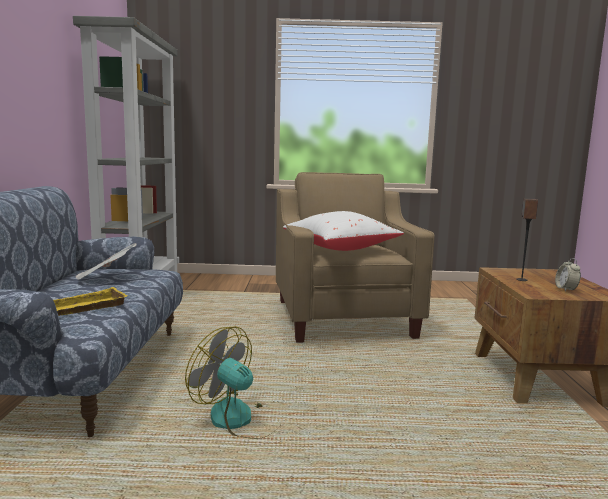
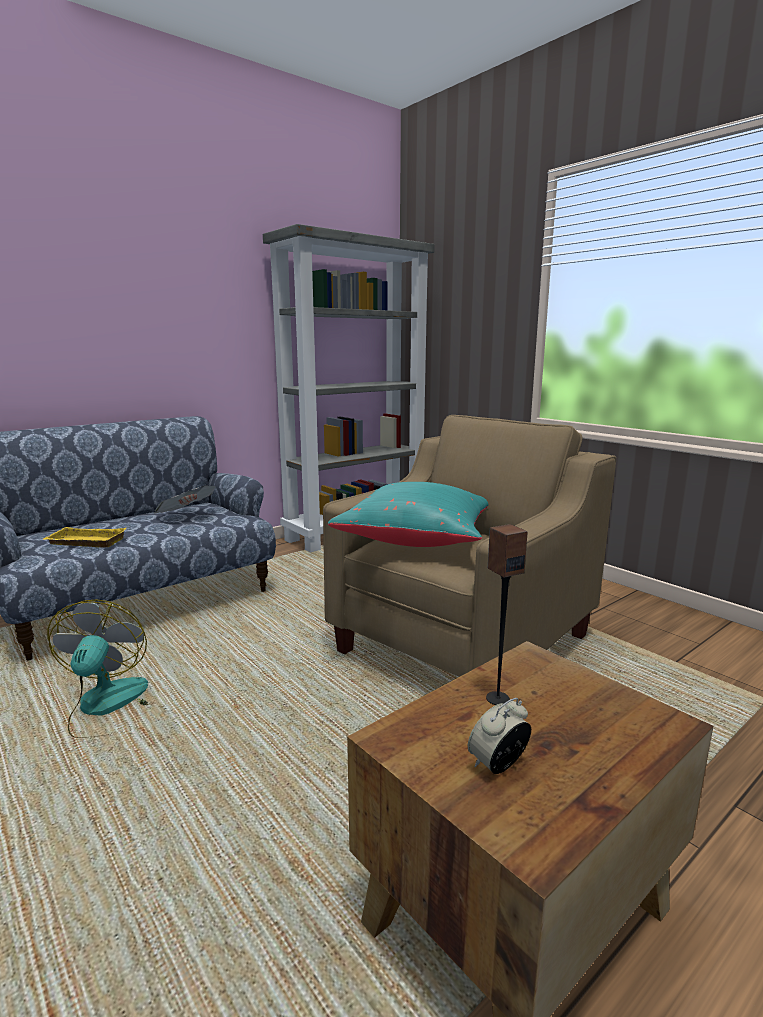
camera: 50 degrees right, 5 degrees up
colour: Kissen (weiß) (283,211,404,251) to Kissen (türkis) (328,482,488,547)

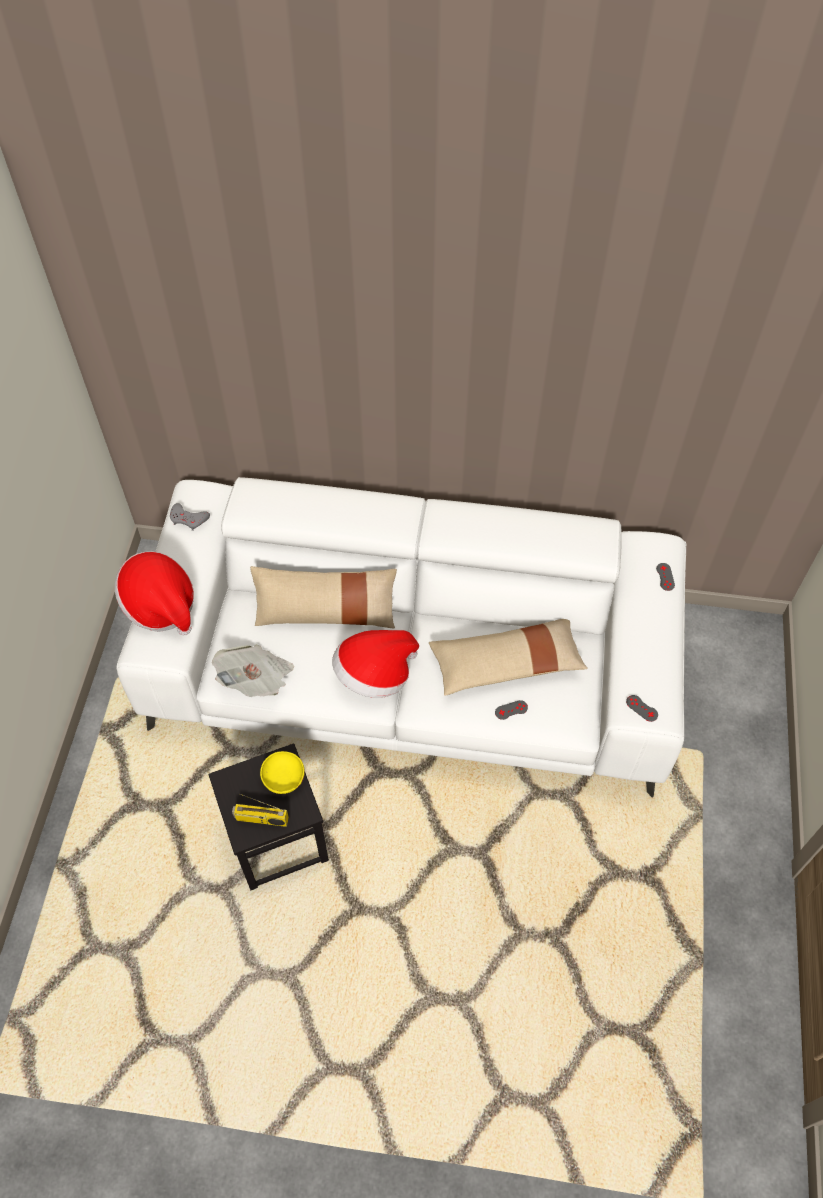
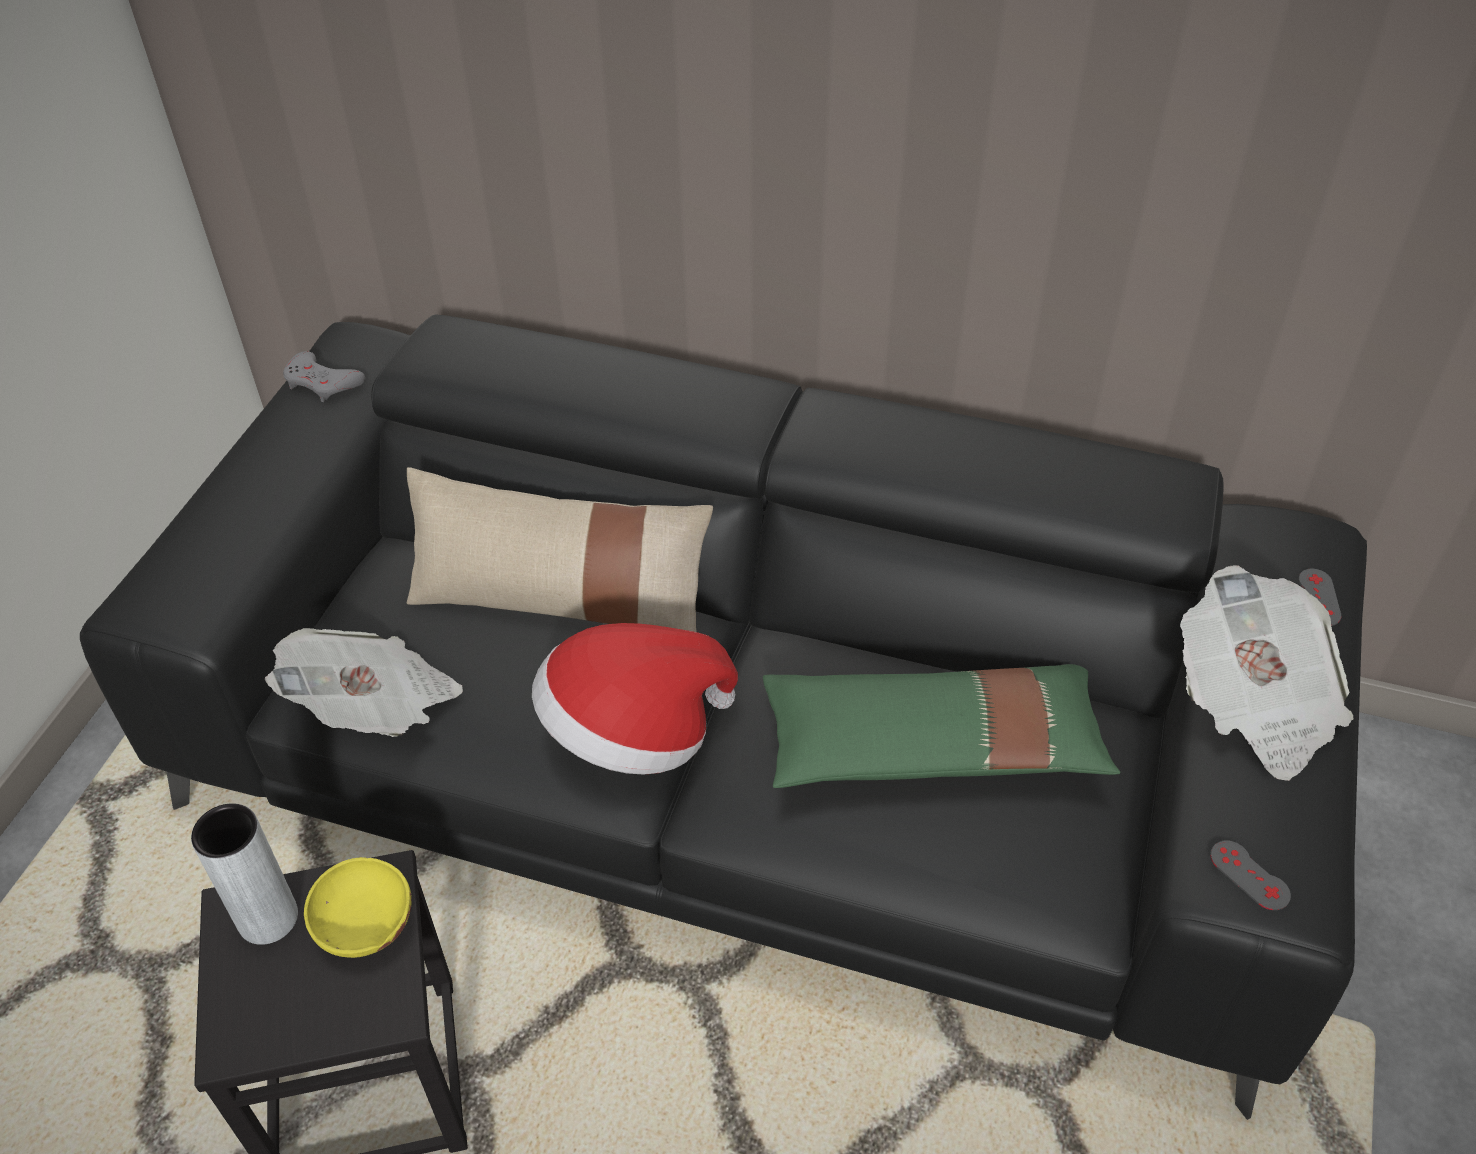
camera: 10 degrees right, 10 degrees down
missing: Hut (115,551,194,636); Radio (232,794,289,827); Gamepad (grau) (495,700,528,720)
appeared: Vase (grau) (191,803,298,945); Zeitung (1180,565,1354,781)
colour: Sofa (weiß) (116,477,687,798) to Sofa (schwarz) (80,314,1367,1120); Kissen (beige) (429,619,588,696) to Kissen (grün) (763,664,1120,788)

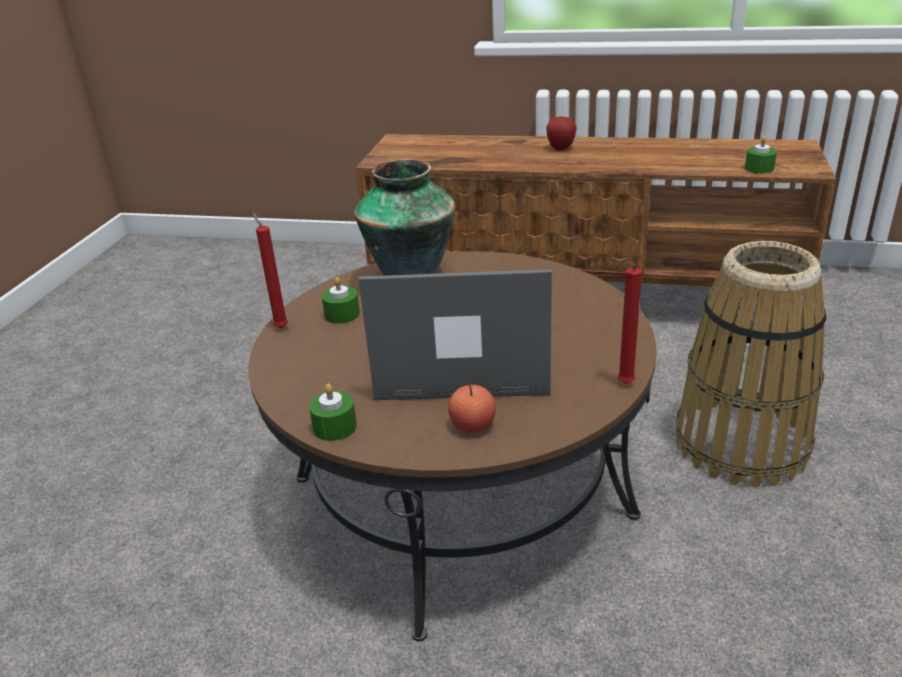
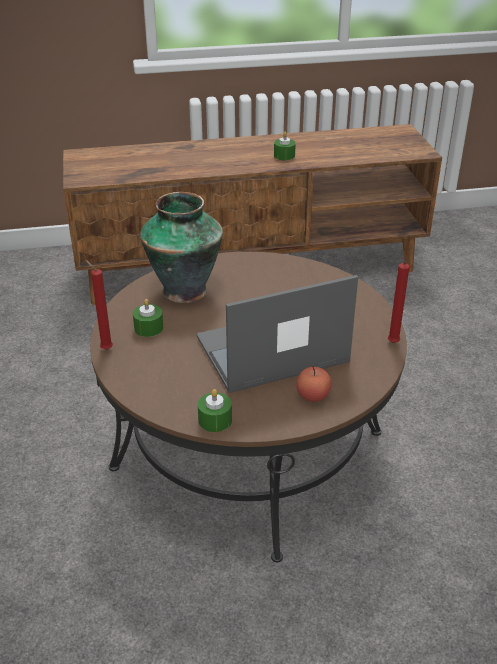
camera: 25 degrees left, 5 degrees up
missing: Apfel (546,116,577,151); Korb (676,241,826,487)
relocated: Kerze (grün) (745,136,777,174) to (274,131,296,160)

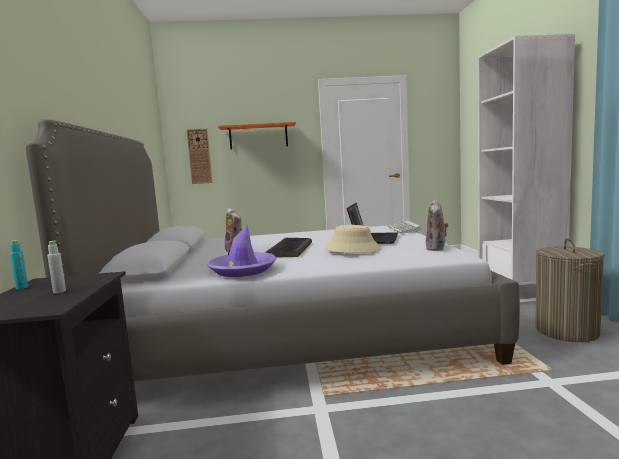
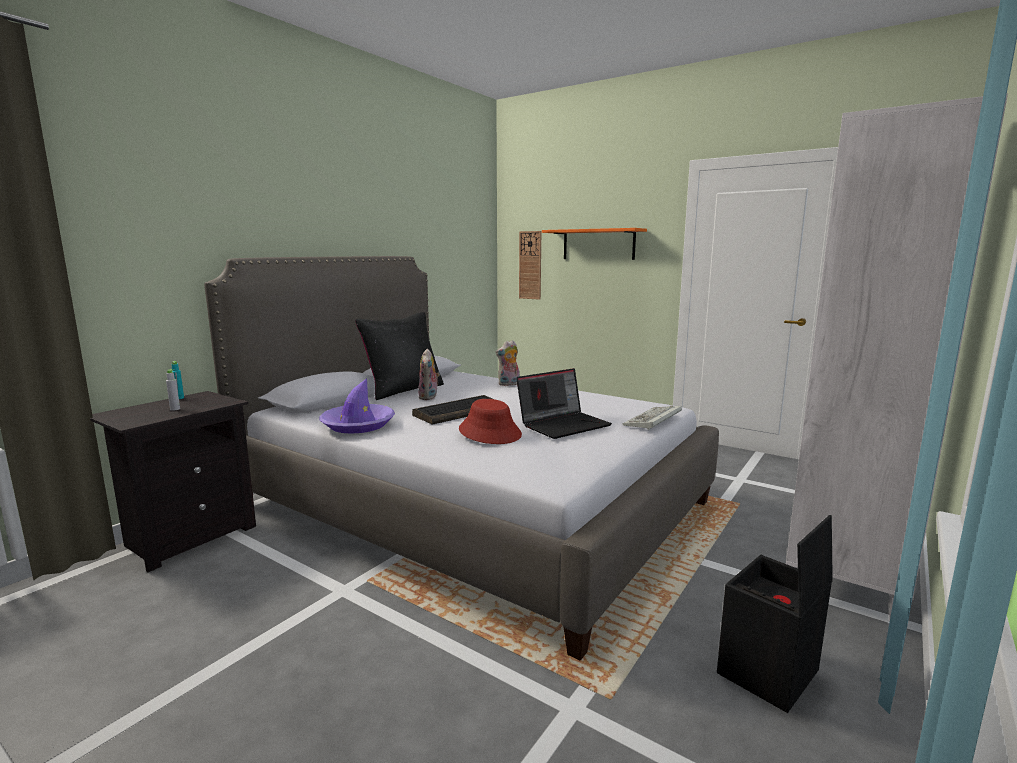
camera: 40 degrees right, 5 degrees up
appeared: Kissen (schwarz) (355,312,444,400)
relocated: Plüschtier (426,199,449,251) to (496,340,520,386)
exchanged: Wäschekorb (535,238,604,342) to Aufbewahrungsbox (schwarz) (717,515,833,713)
colour: Hut (beige) (324,225,382,253) to Hut (rot) (459,399,522,444)

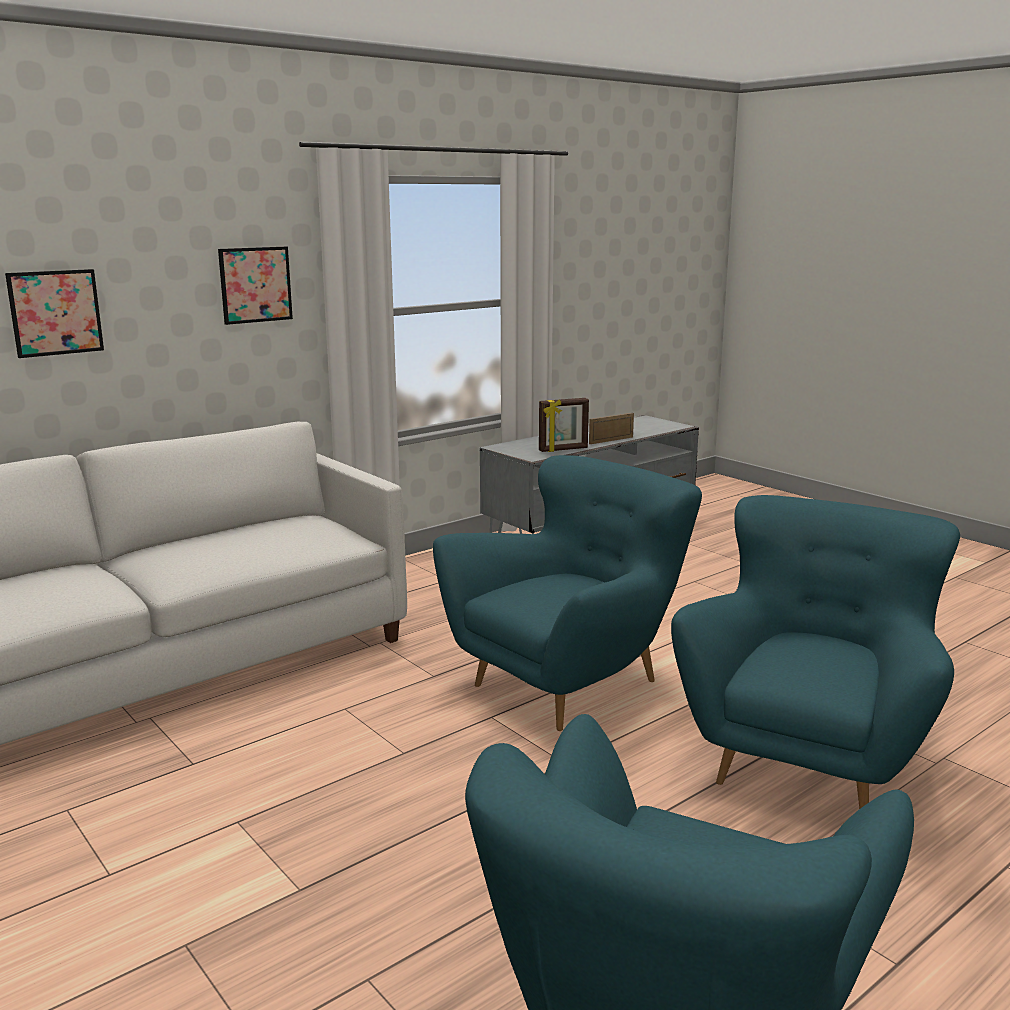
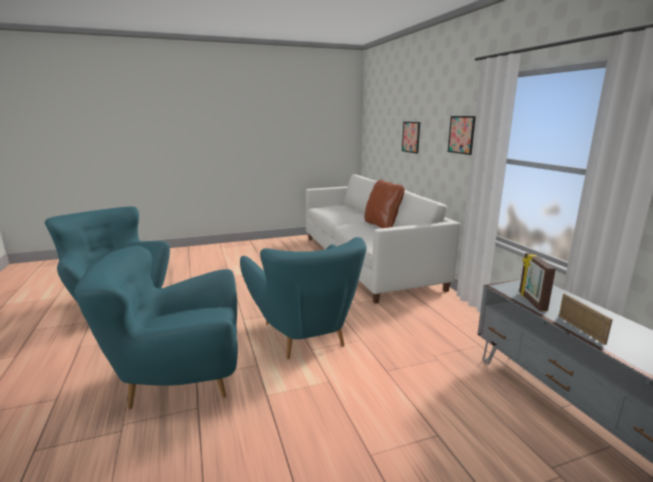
camera: 110 degrees right, 0 degrees up
appeared: Kissen (braun) (364,180,405,228)
spun: Sessel (türkis) (671,495,960,809) = (74,246,238,410) 120 degrees clockwise

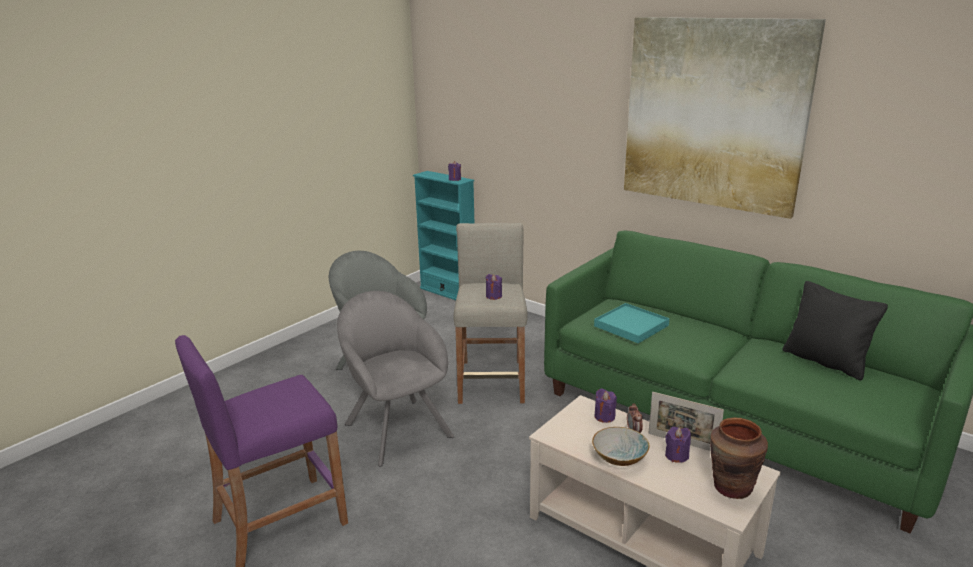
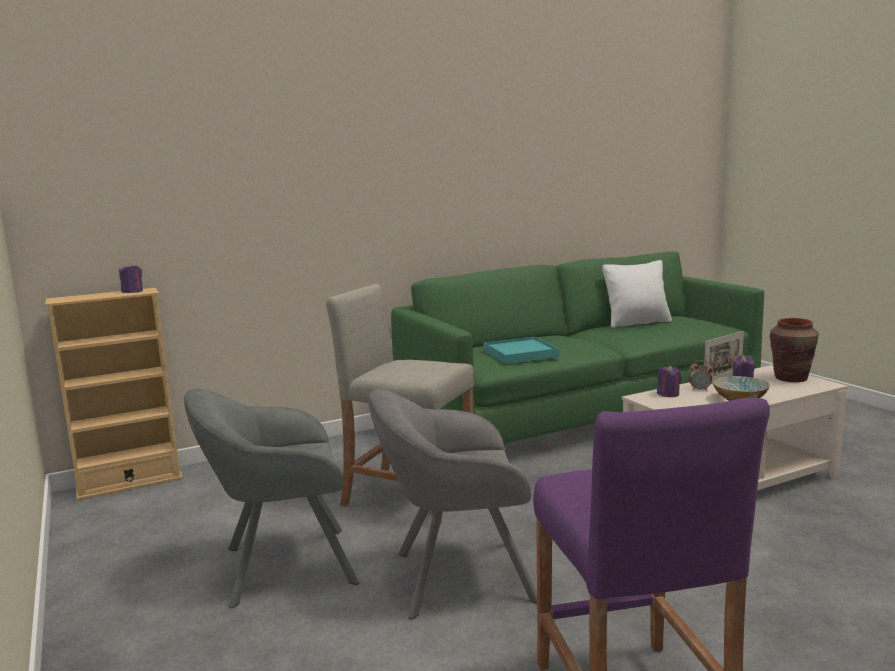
camera: 65 degrees left, 10 degrees down
missing: Kerze (lila) (486,274,502,300); Bild (624,17,826,219)
colour: Bücherregal (türkis) (413,171,474,300) to Bücherregal (beige) (45,288,183,501); Kissen (schwarz) (783,281,888,380) to Kissen (weiß) (602,260,672,328)

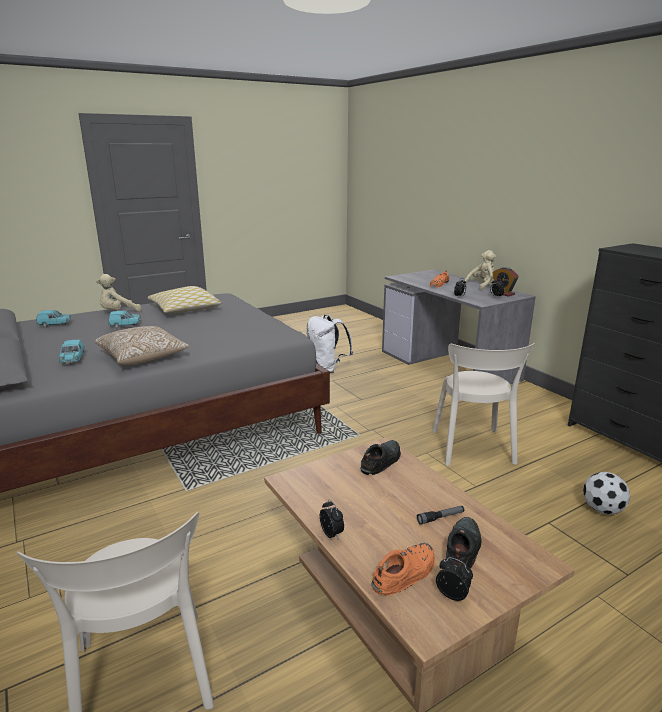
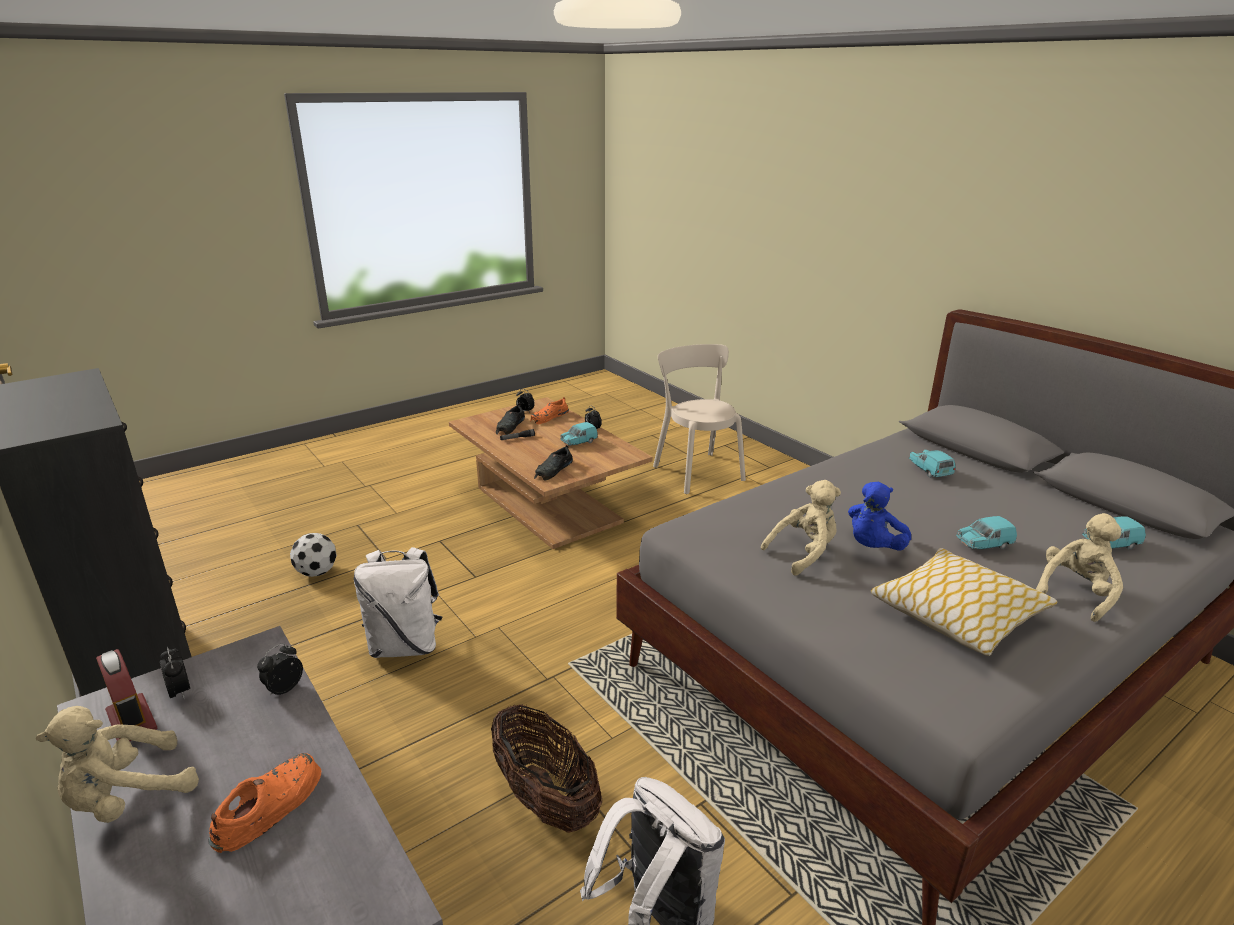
camera: 175 degrees right, 5 degrees up
missing: Kissen (94,326,190,365)
appeared: Korb (491,705,602,833); Spielzeugauto (türkis) (560,422,598,446); Plüschtier (beige) (761,480,841,576); Plüschtier (blau) (848,482,911,551)
exchanged: Stuhl (beige) (432,343,535,466) to Rucksack (weiß) (354,547,442,658)

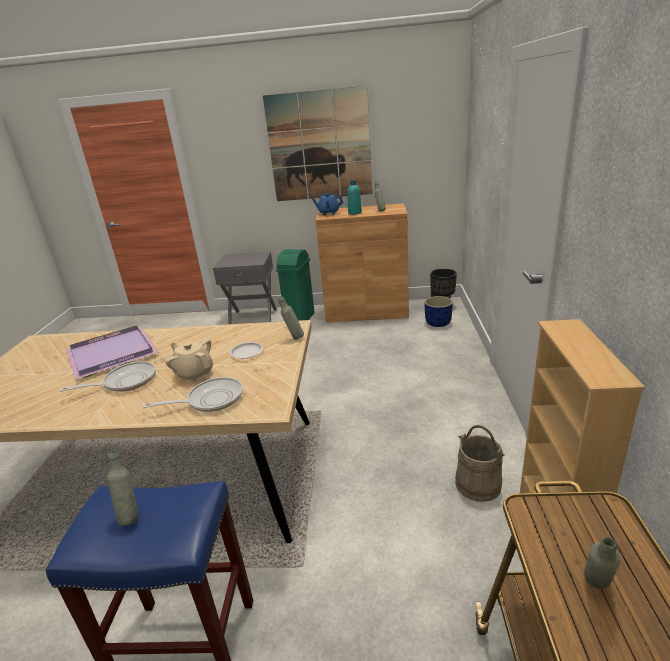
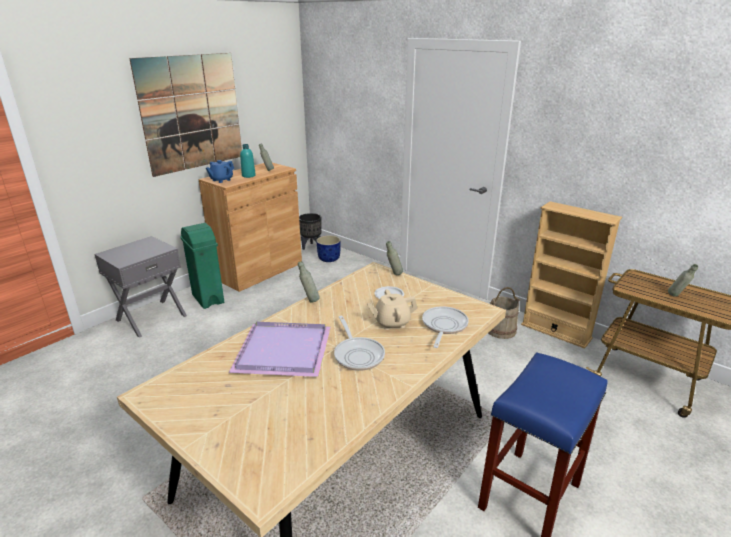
camera: 55 degrees left, 0 degrees up
relocated: Flasche (grau) (107,450,138,526) to (298,261,320,303)
spun: Pfanne (59,361,156,392) = (334,316,385,371) 150 degrees clockwise

